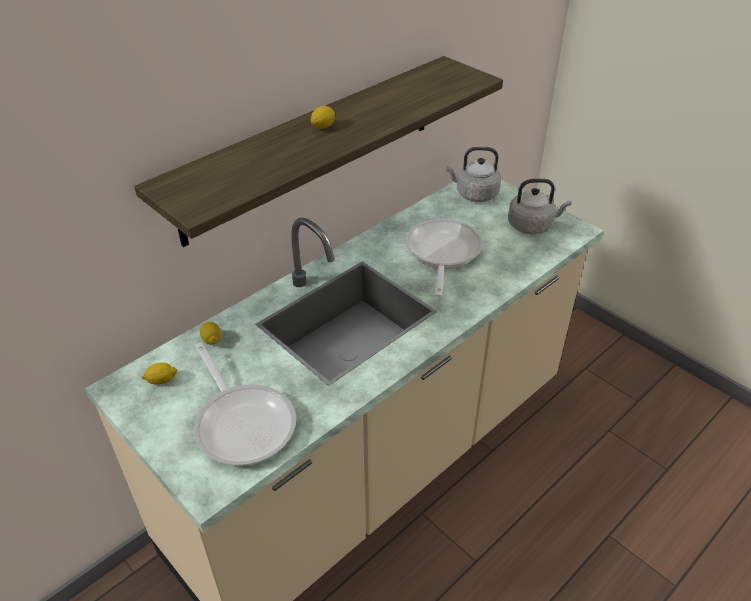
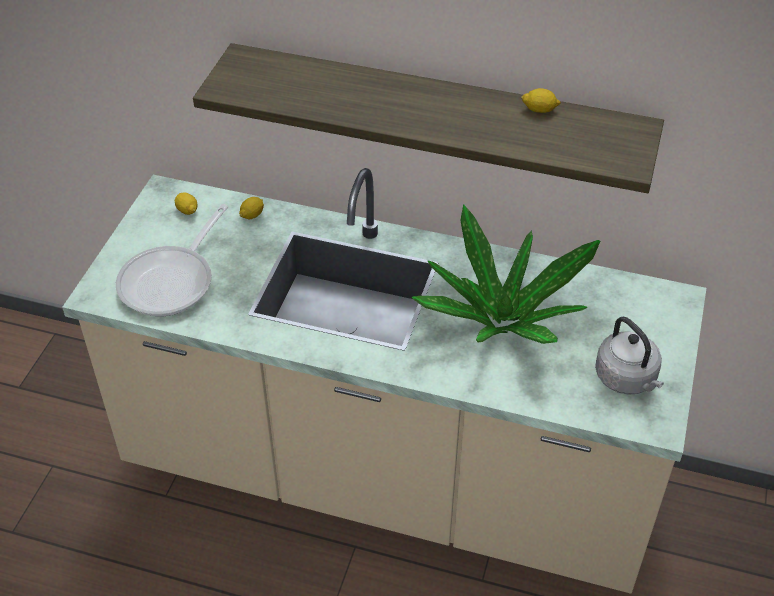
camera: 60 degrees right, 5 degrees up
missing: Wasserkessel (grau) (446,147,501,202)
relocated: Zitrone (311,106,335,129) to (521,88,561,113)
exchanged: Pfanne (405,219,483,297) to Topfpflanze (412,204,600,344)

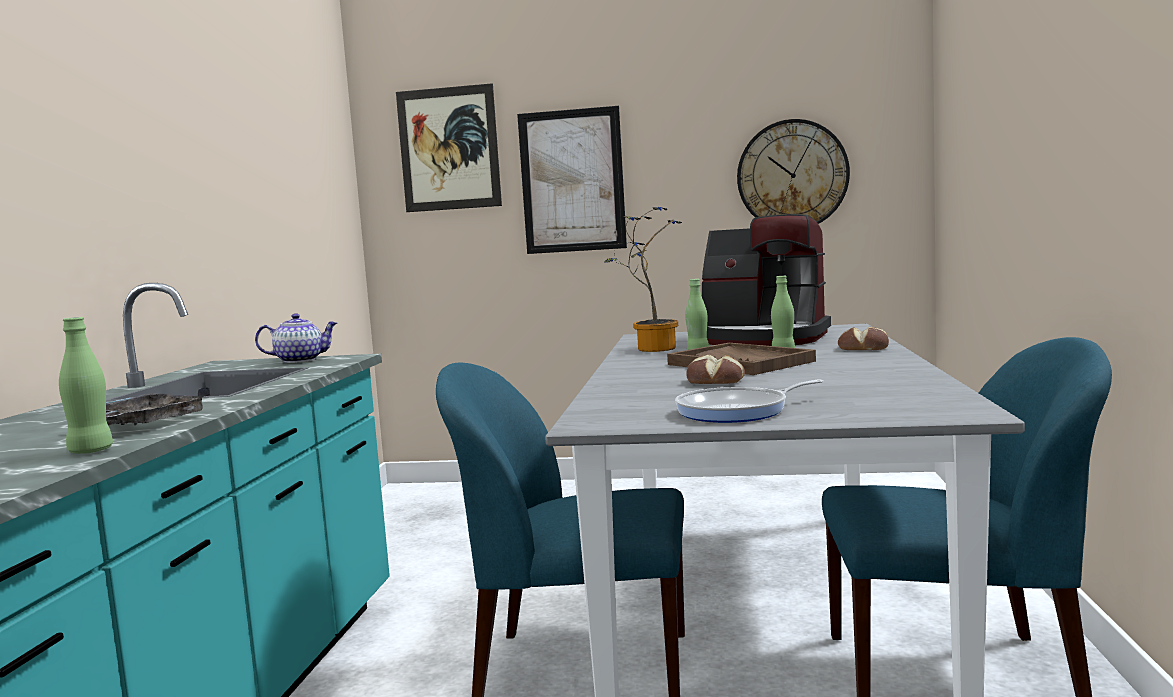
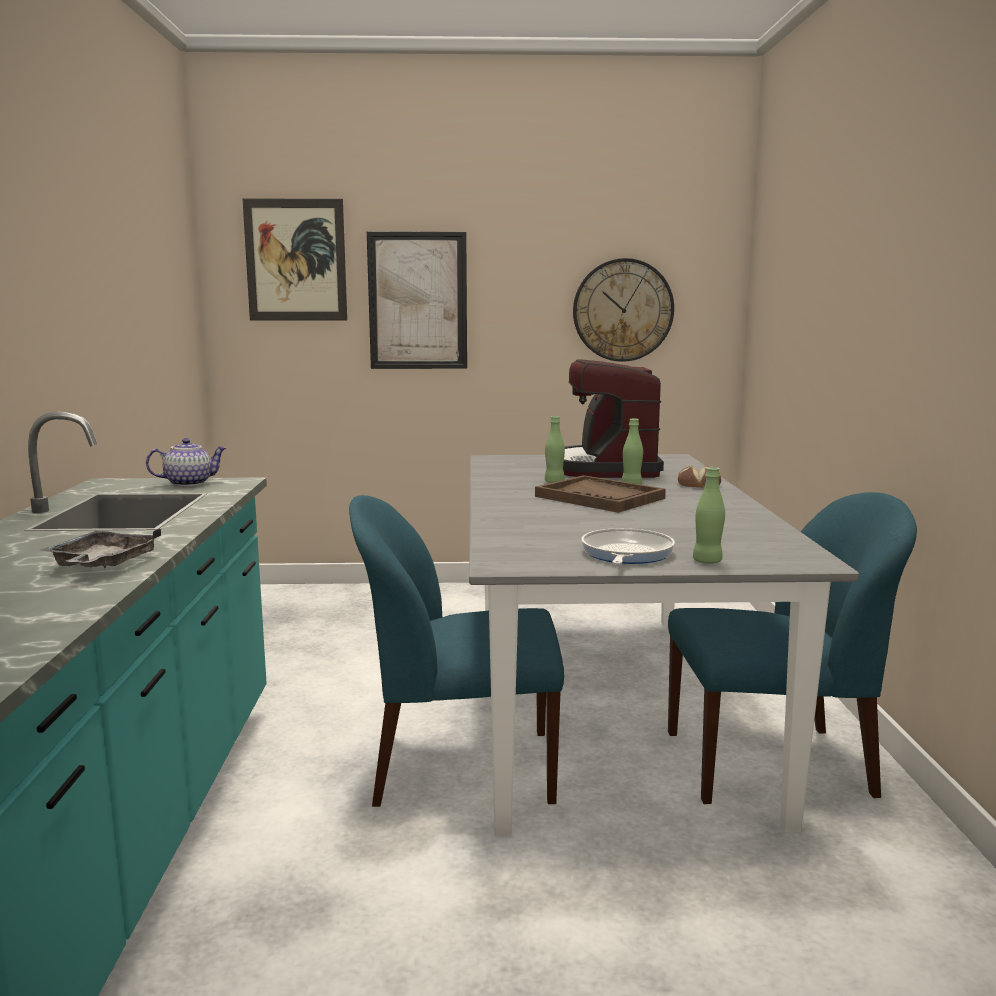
camera: 10 degrees left, 5 degrees up
missing: Topfpflanze (604,207,682,352); Brot (686,355,745,384)
relocated: Flasche (grün) (59,317,113,454) to (693,467,725,564)
spun: Pfanne (675,380,824,423) = (581,528,675,565) 135 degrees clockwise; Kaffeemaschine (702,214,831,346) = (563,359,664,478) 75 degrees clockwise

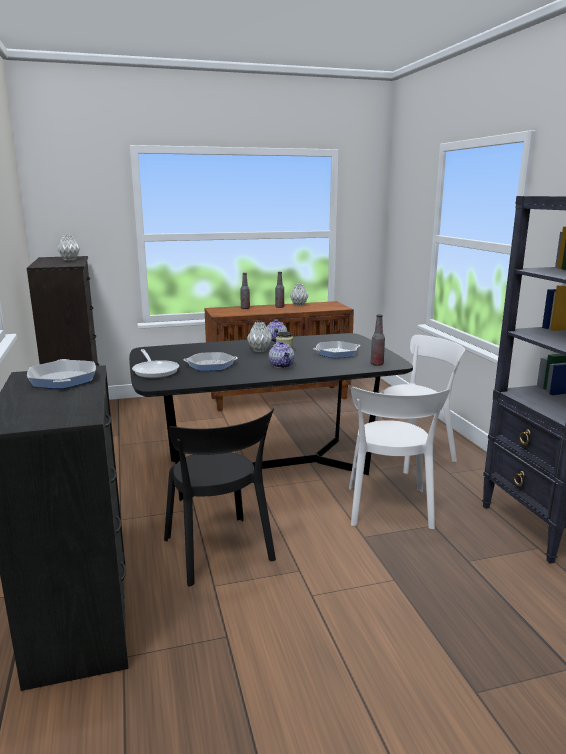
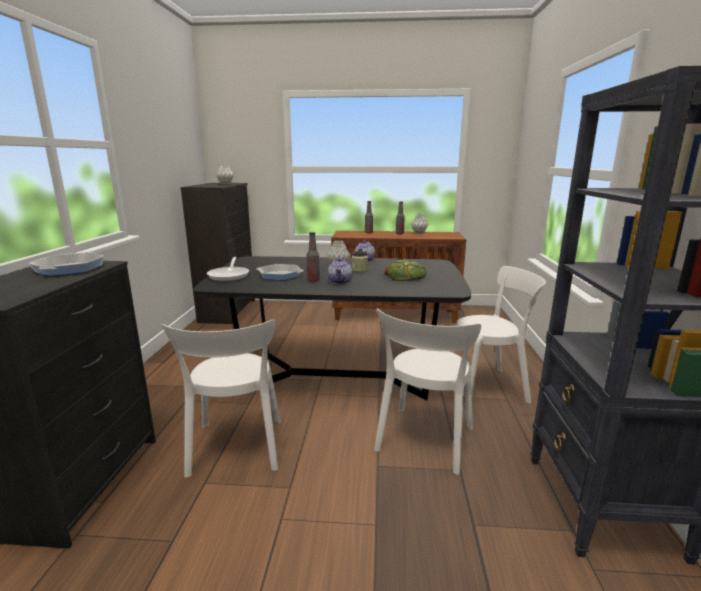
camera: 20 degrees right, 0 degrees up
relocated: Flasche (371,315,385,366) to (307,232,320,282)
exchanged: Pfanne (313,341,360,358) to Brot (385,260,427,281)
colour: Stuhl (schwarz) (164,408,276,586) to Stuhl (weiß) (162,319,281,478)

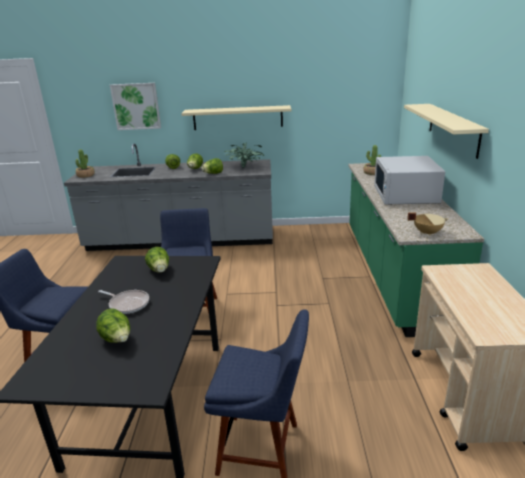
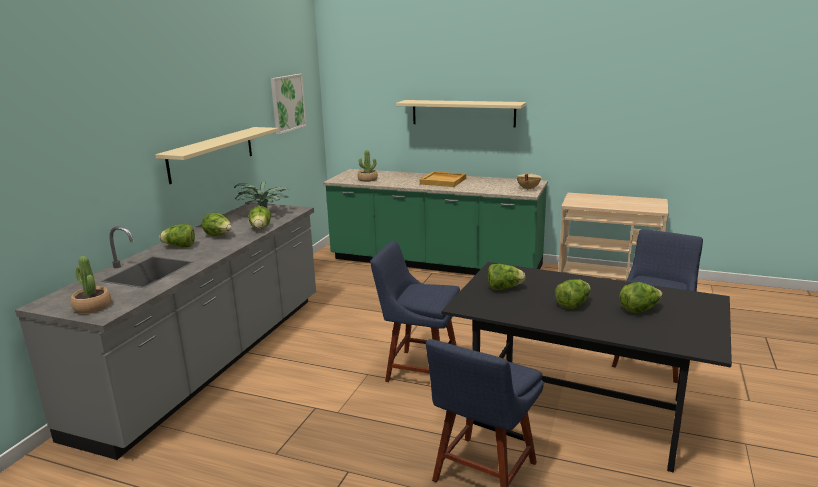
camera: 70 degrees left, 5 degrees down
relocated: Bild (110,83,161,130) to (271,74,307,134)
exchanged: Pfanne (98,290,149,314) to Salatkopf (555,279,591,309); Mikrowelle (weiß) (374,156,445,205) to Tablett (beige) (420,171,466,187)

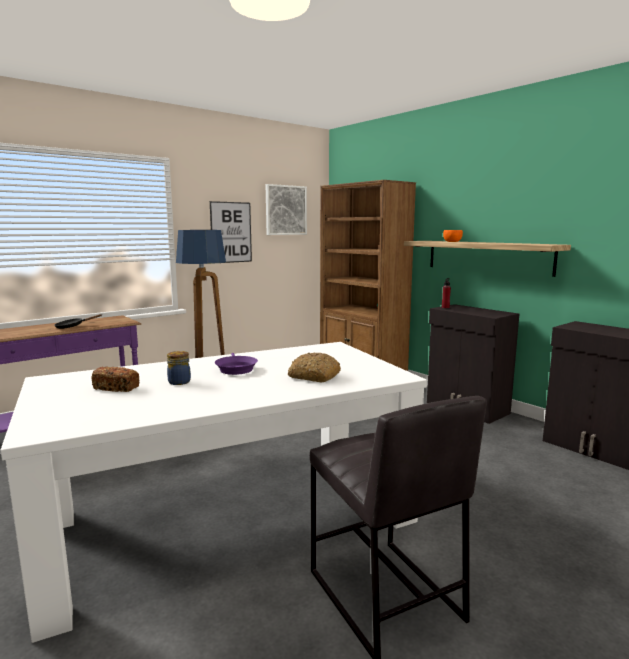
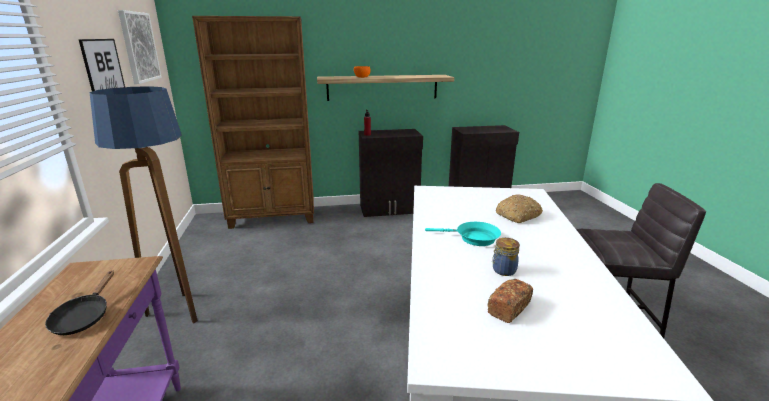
camera: 60 degrees left, 10 degrees up
colour: Pfanne (lila) (215,353,258,375) to Pfanne (türkis) (425,222,501,246)

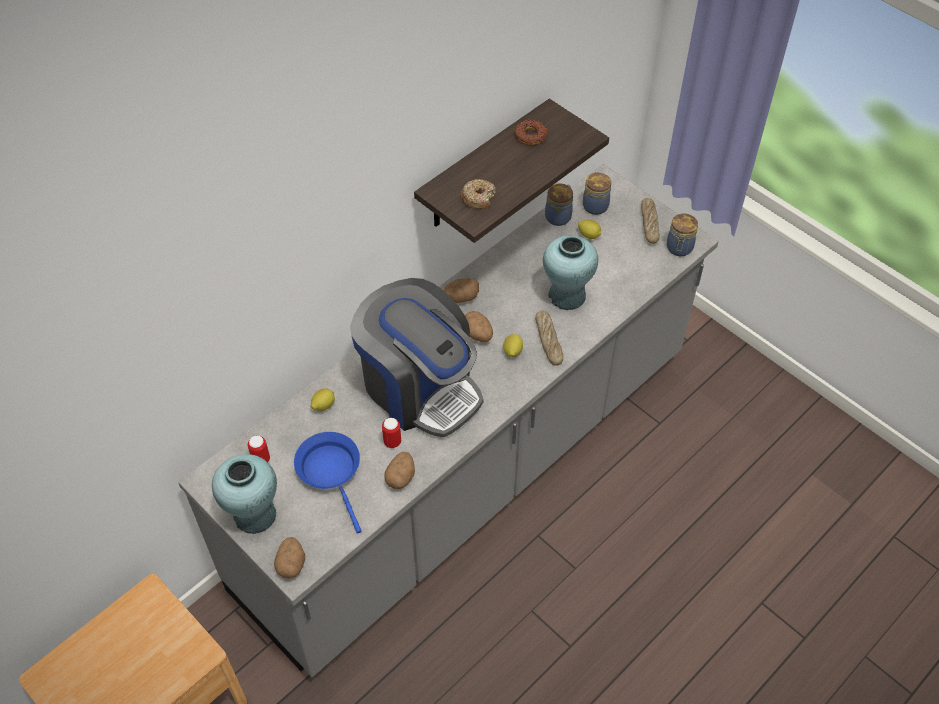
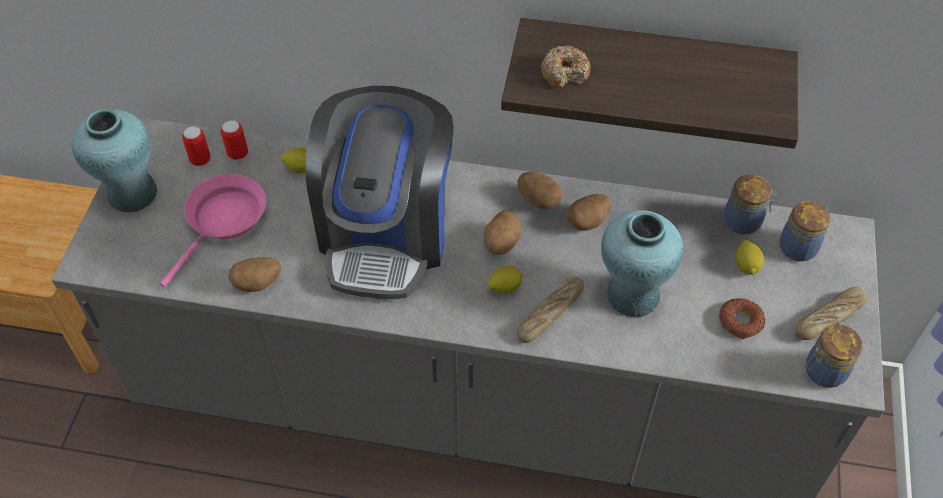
camera: 55 degrees right, 0 degrees up
relocated: Kartoffel (274,537,305,578) to (566,194,611,231); Dose (382,418,401,448) to (221,120,248,160); Donut (514,120,547,145) to (719,298,766,339)
colour: Pfanne (blau) (294,432,361,533) to Pfanne (rosa) (160,174,266,287)

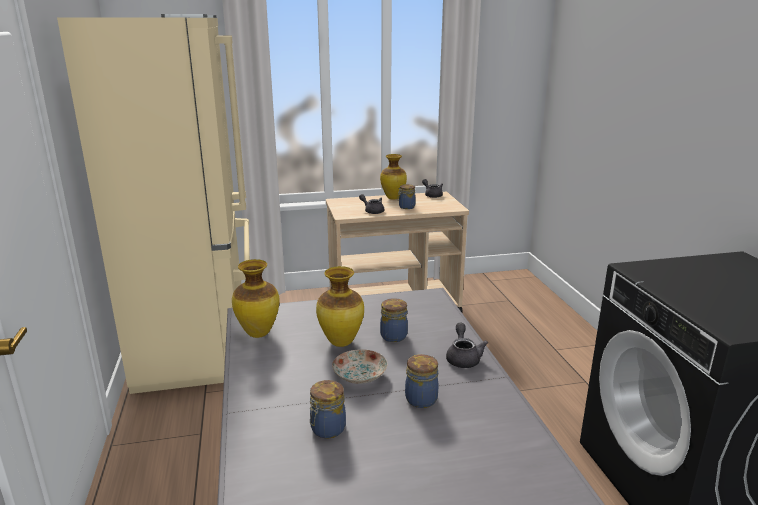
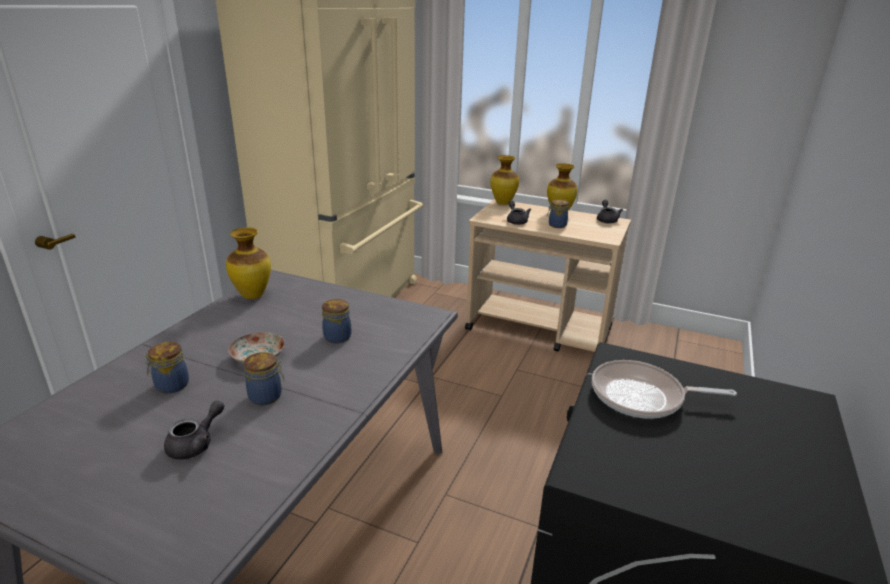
camera: 35 degrees right, 5 degrees up
appeared: Pfanne (592,360,737,419)
relocated: Vase (316,266,364,347) to (490,155,519,205); Teekanne (grau) (446,323,488,368) to (164,400,224,460)

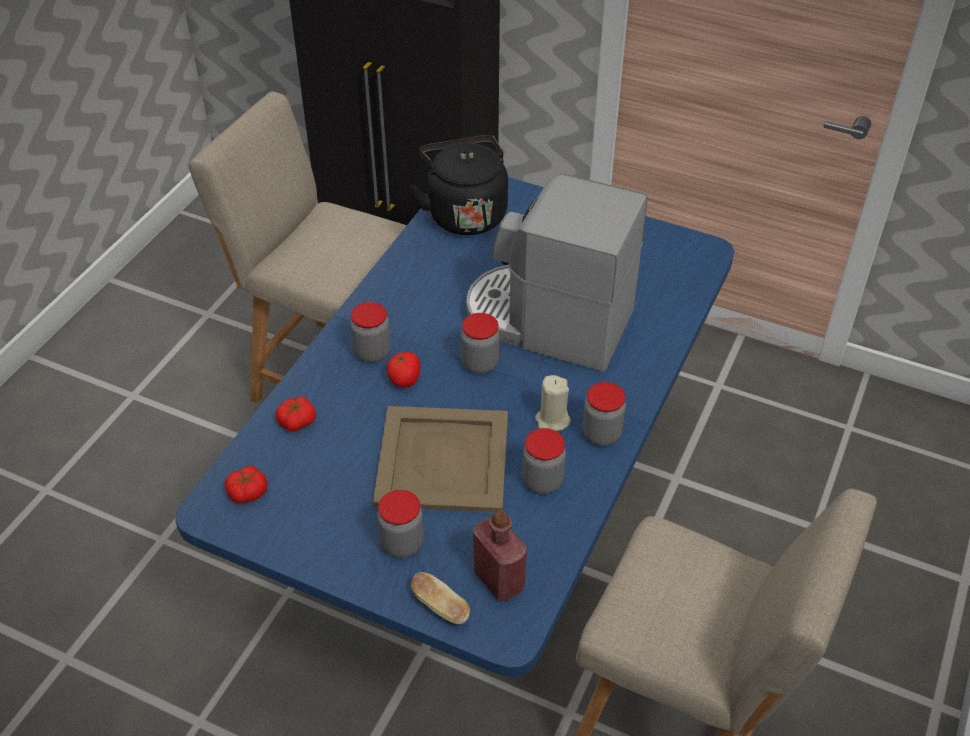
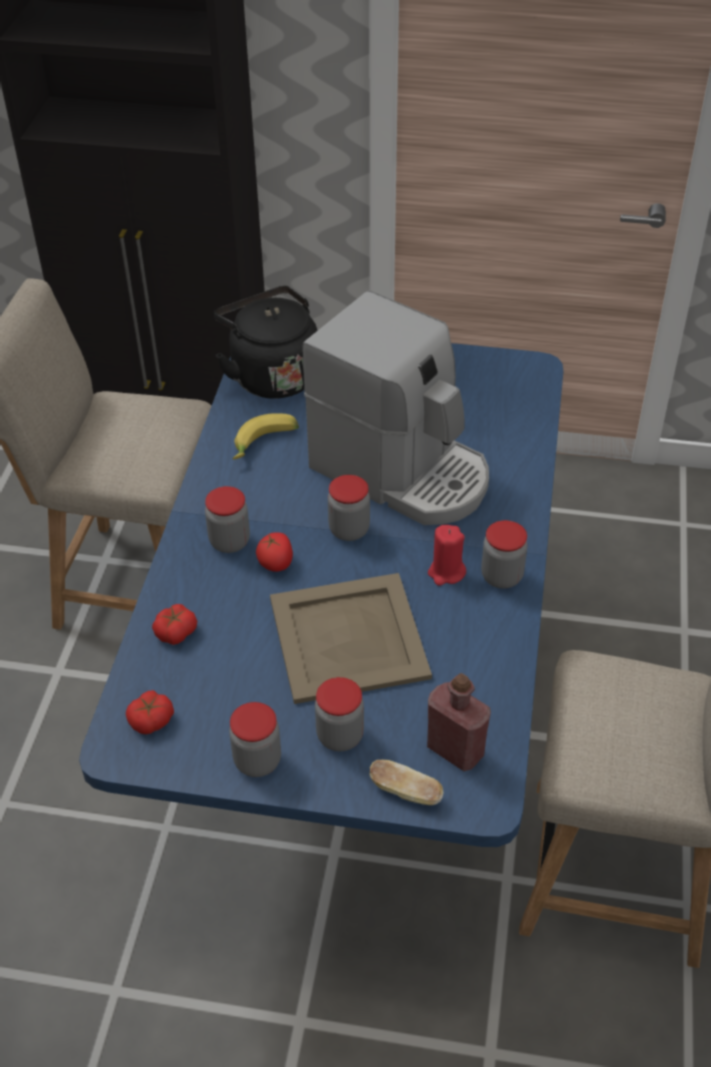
camera: 15 degrees left, 0 degrees up
appeared: Banane (232,413,299,460)
relocated: Vorratsglas (522,428,566,494) to (229,702,281,777)
colour: Kerze (beige) (535,375,571,431) to Kerze (rot) (428,525,466,586)
spun: Kaffeemaschine (467,173,648,372) = (302,291,489,525) 150 degrees counterclockwise

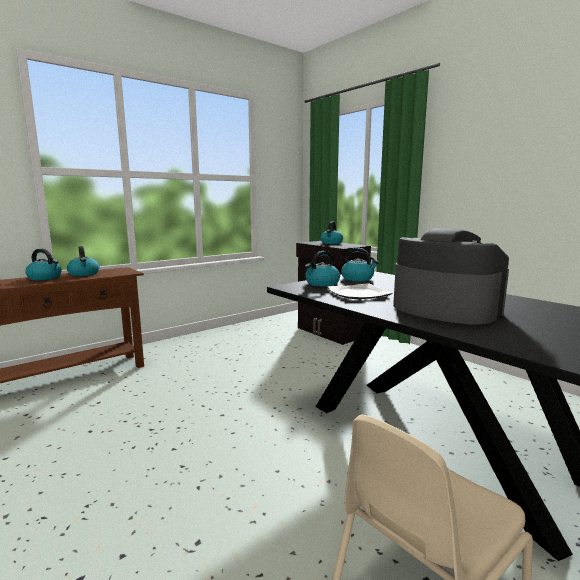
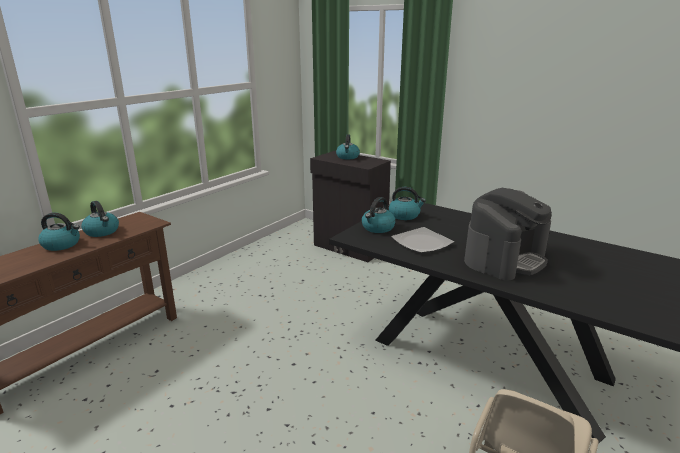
camera: 15 degrees left, 10 degrees up
spun: Kaffeemaschine (393,228,509,325) = (464,188,552,280) 105 degrees clockwise

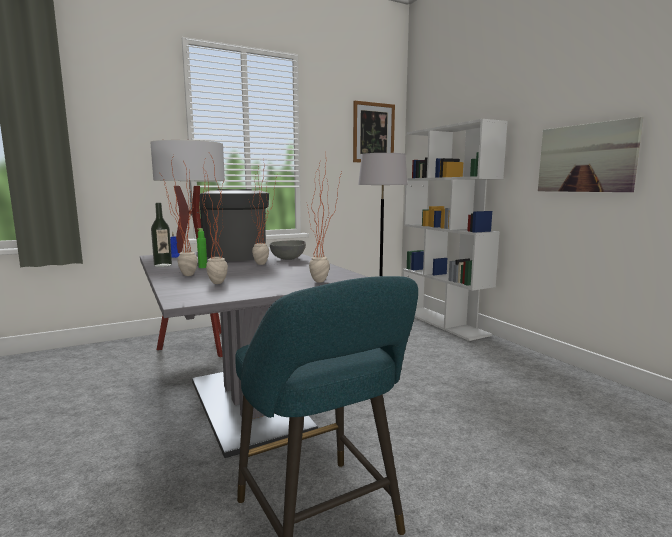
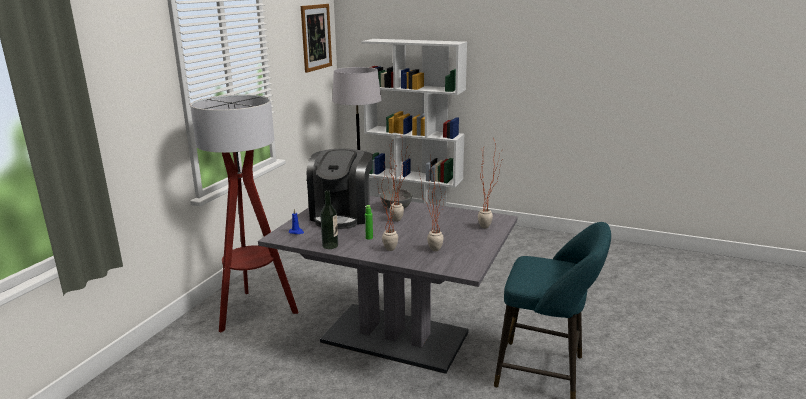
camera: 40 degrees left, 10 degrees up
missing: Bild (538,117,643,192)
spun: Kaffeemaschine (200,189,269,261) = (307,149,373,229) 105 degrees counterclockwise

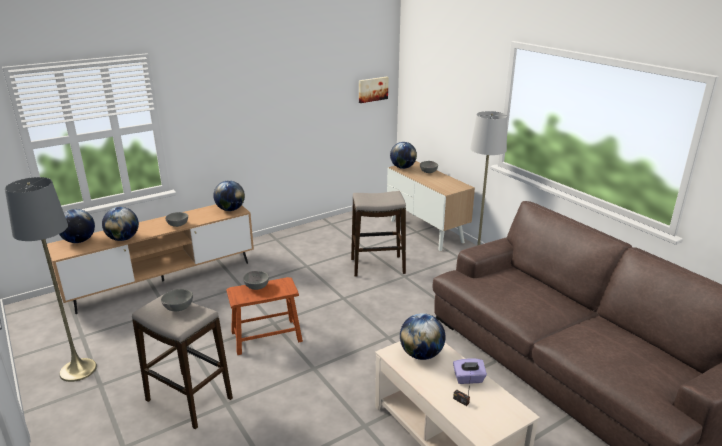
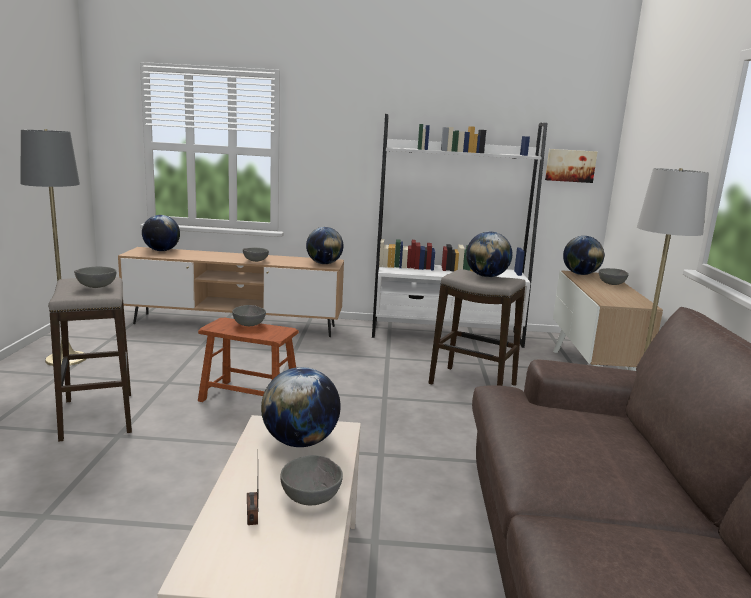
camera: 35 degrees right, 10 degrees down
appeared: Bücherregal (weiß) (372,114,548,348)
relocated: Globus (102,207,139,241) to (466,231,512,277)
exchanged: Taschentuchbox (lila) (453,358,487,384) to Schüssel (grau) (280,455,343,505)

